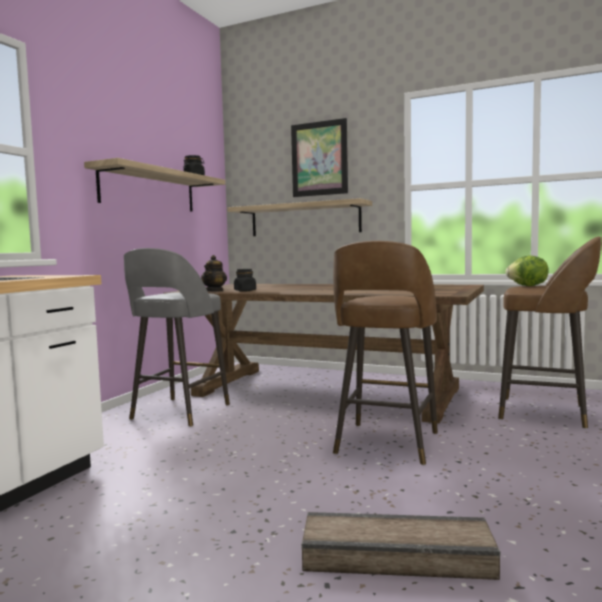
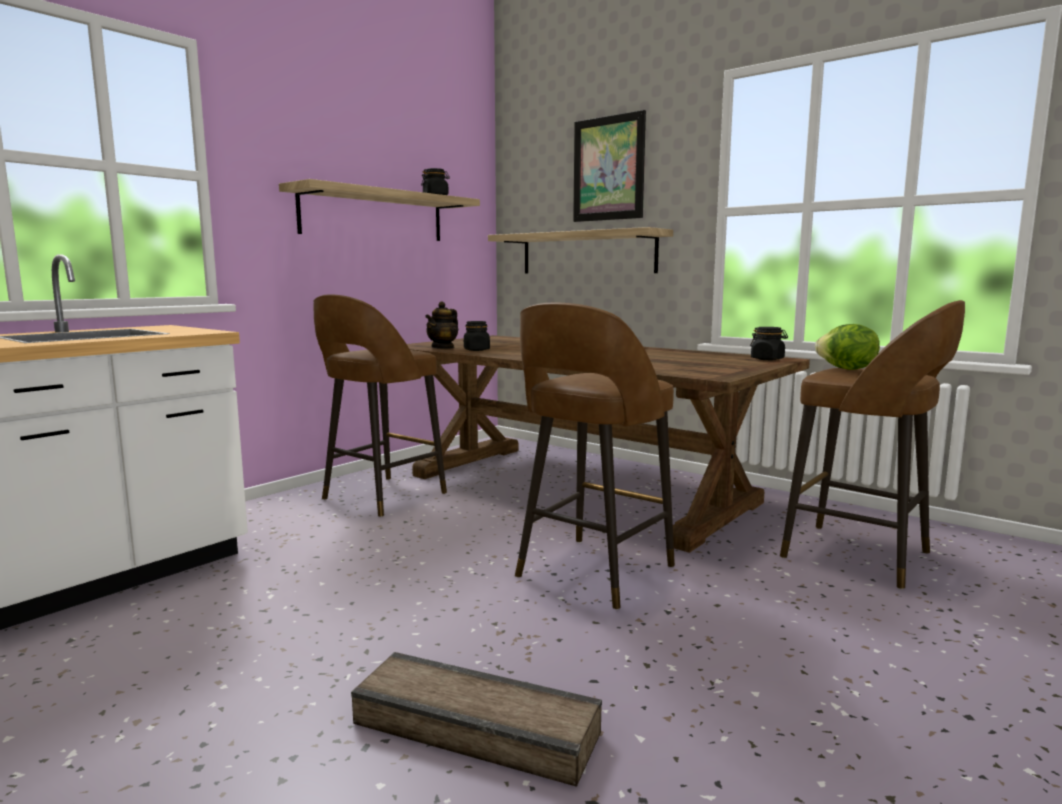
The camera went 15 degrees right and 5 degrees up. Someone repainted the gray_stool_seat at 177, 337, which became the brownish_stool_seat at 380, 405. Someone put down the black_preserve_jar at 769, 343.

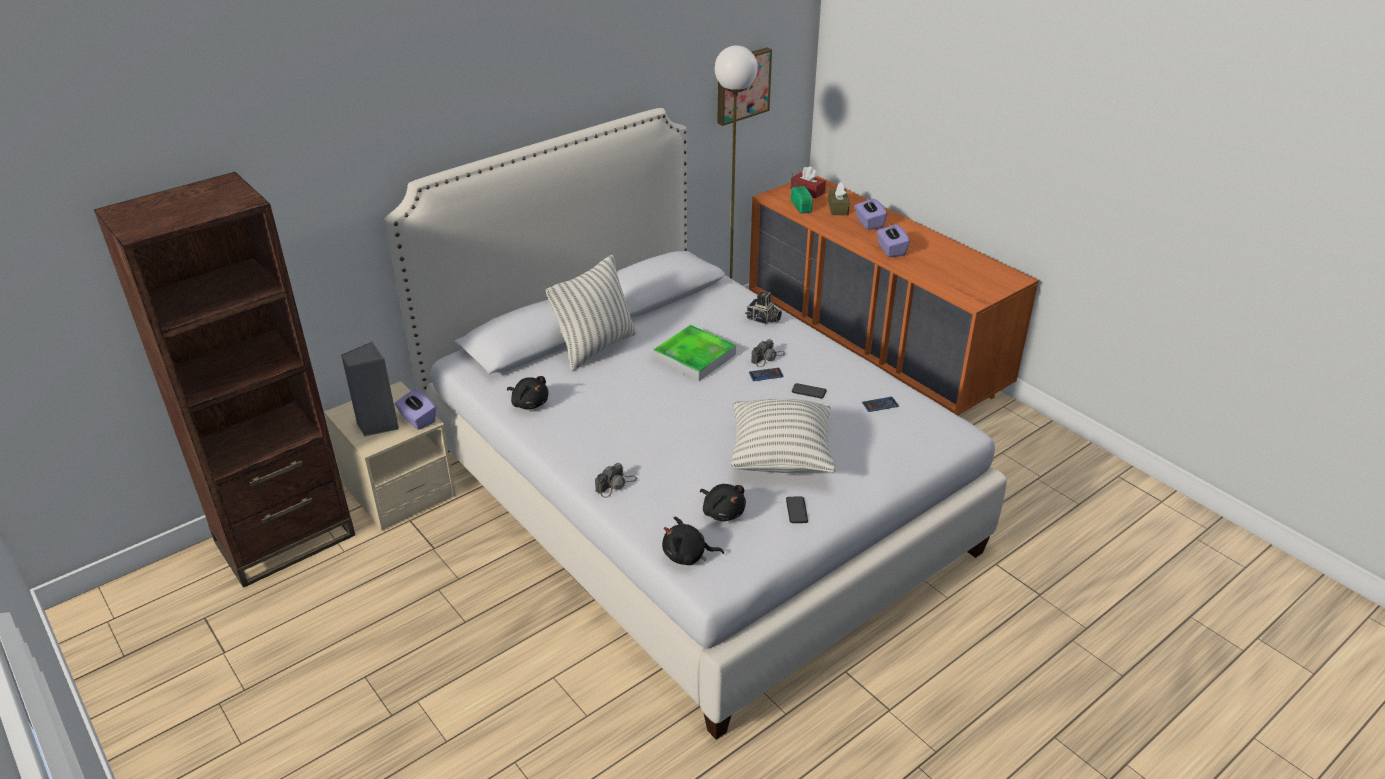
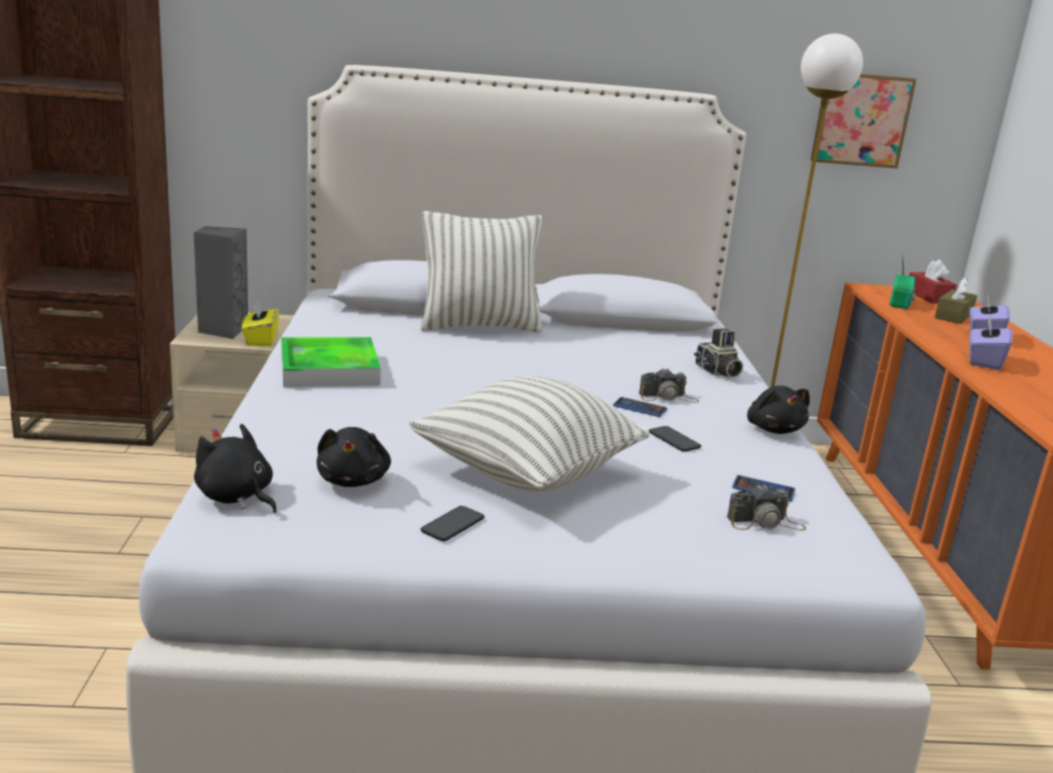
The camera went 35 degrees right and 15 degrees down. Someone repainted the purple_tissue_box at 415, 409, which became the yellow-coloured_tissue_box at 260, 323. Someone carried the tray from 694, 353 to 331, 362. Someone carried the photo_camera from 616, 480 to 767, 507. Someone carried the black_cuddly_toy from 528, 393 to 778, 410.

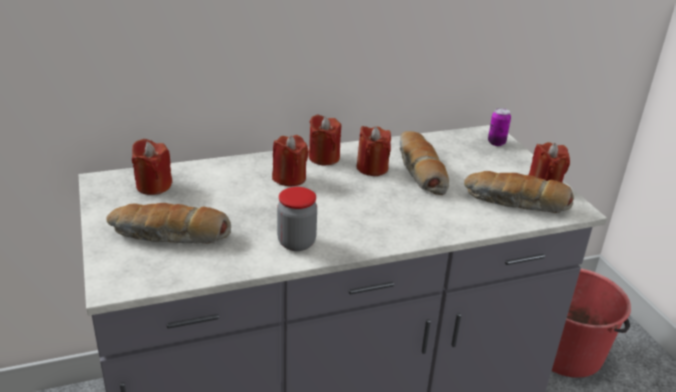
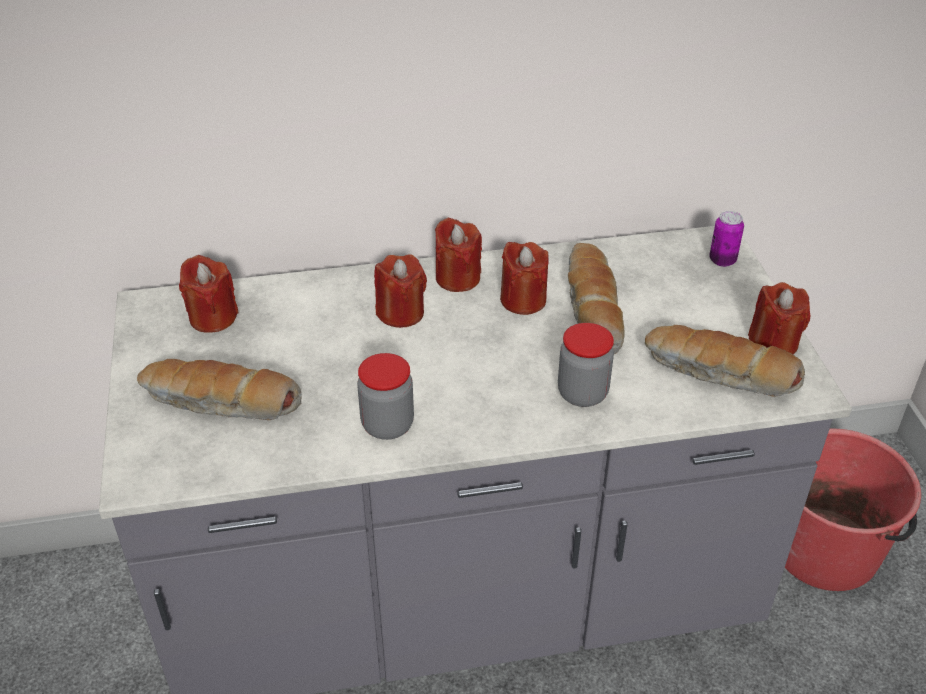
The camera went 10 degrees right and 10 degrees up. Someone put down the preserve_jar at 586, 365.

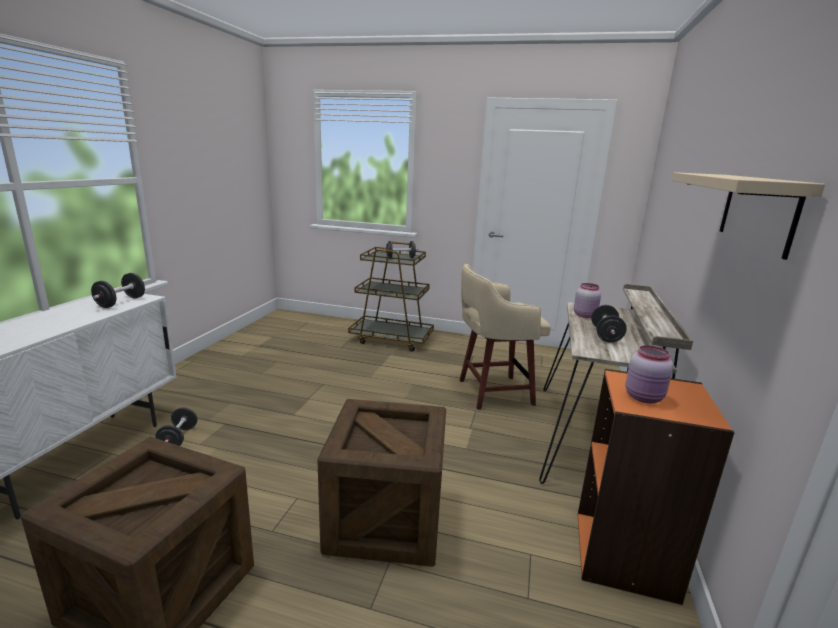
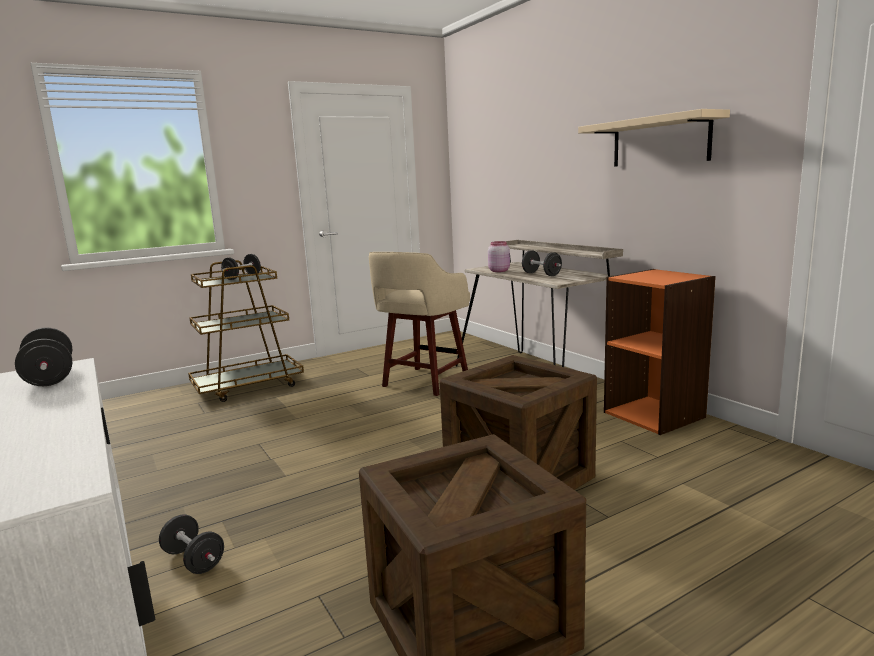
The camera went 45 degrees left and 5 degrees down. Someone took away the pinkish_preserve_jar at 649, 374.

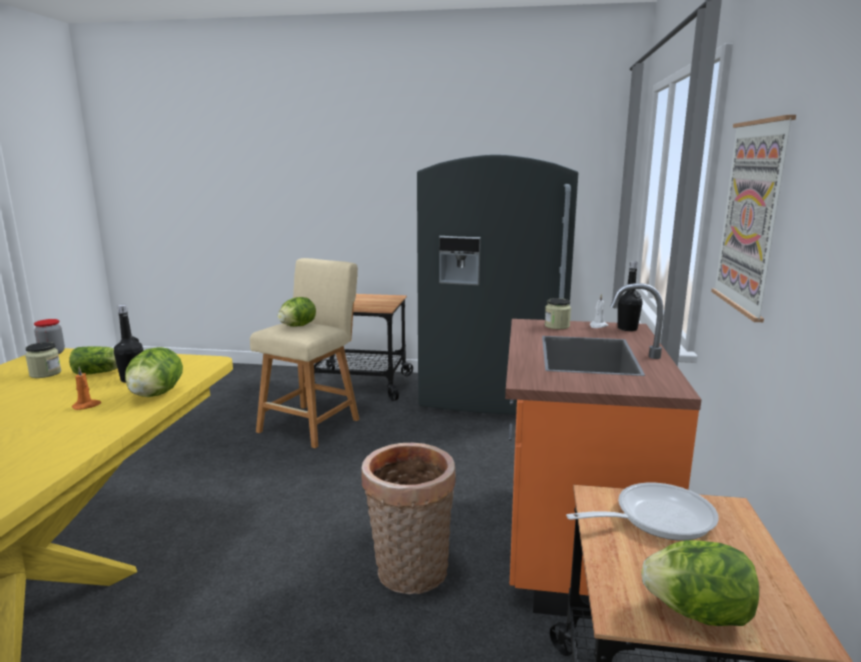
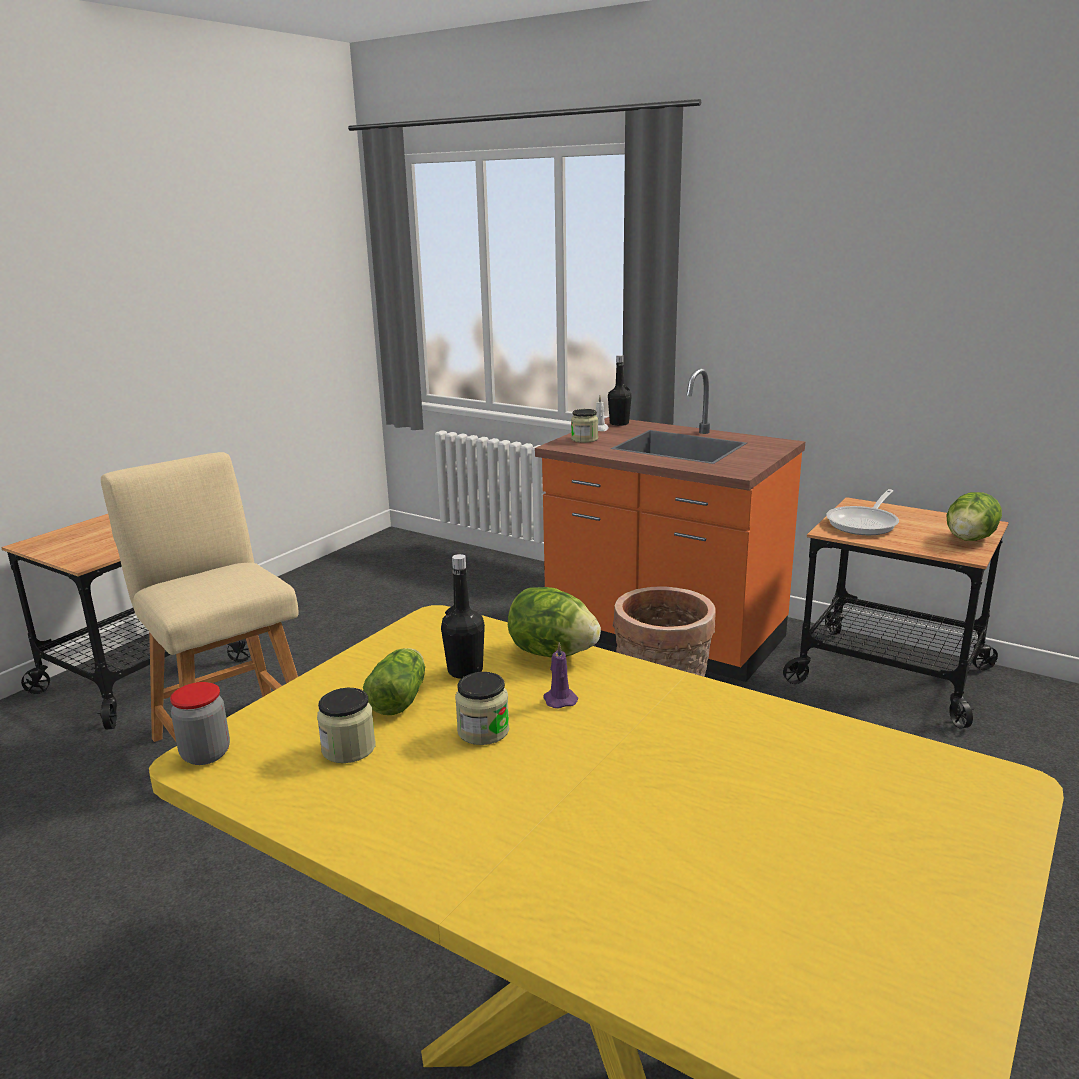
The camera went 65 degrees left and 5 degrees up. Someone put down the preserve_jar at 482, 708. Someone repainted the orange_candle at 86, 388, which became the purple_candle at 561, 675. Someone rotated the frying_pan at 642, 511 by 150 degrees counterclockwise. Someone took away the lettuce_head at 296, 312. Someone took away the gray_refrigerator at 497, 284. Someone took away the picture at 753, 218.

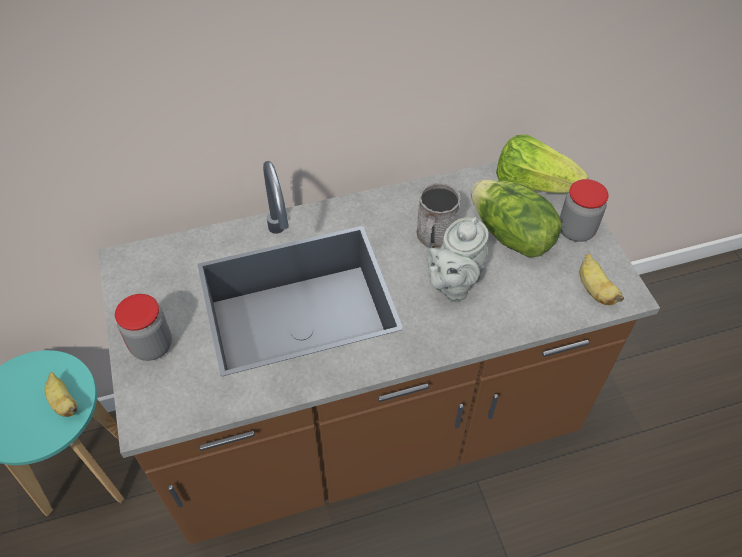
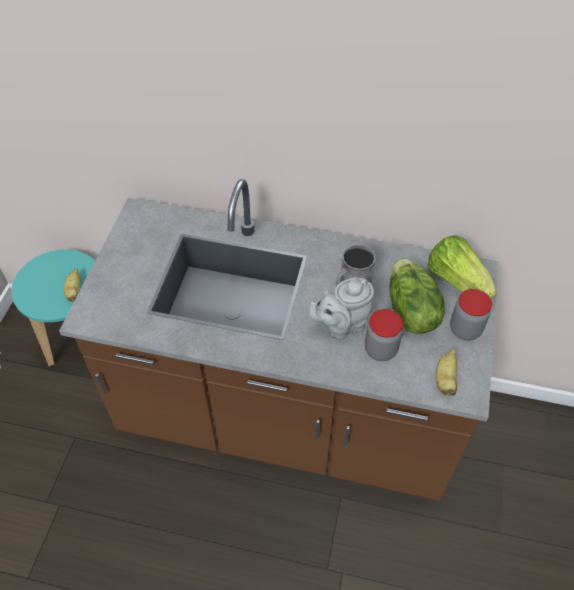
The camera went 30 degrees right and 0 degrees up. Someone carried the preserve_jar from 143, 327 to 384, 335.

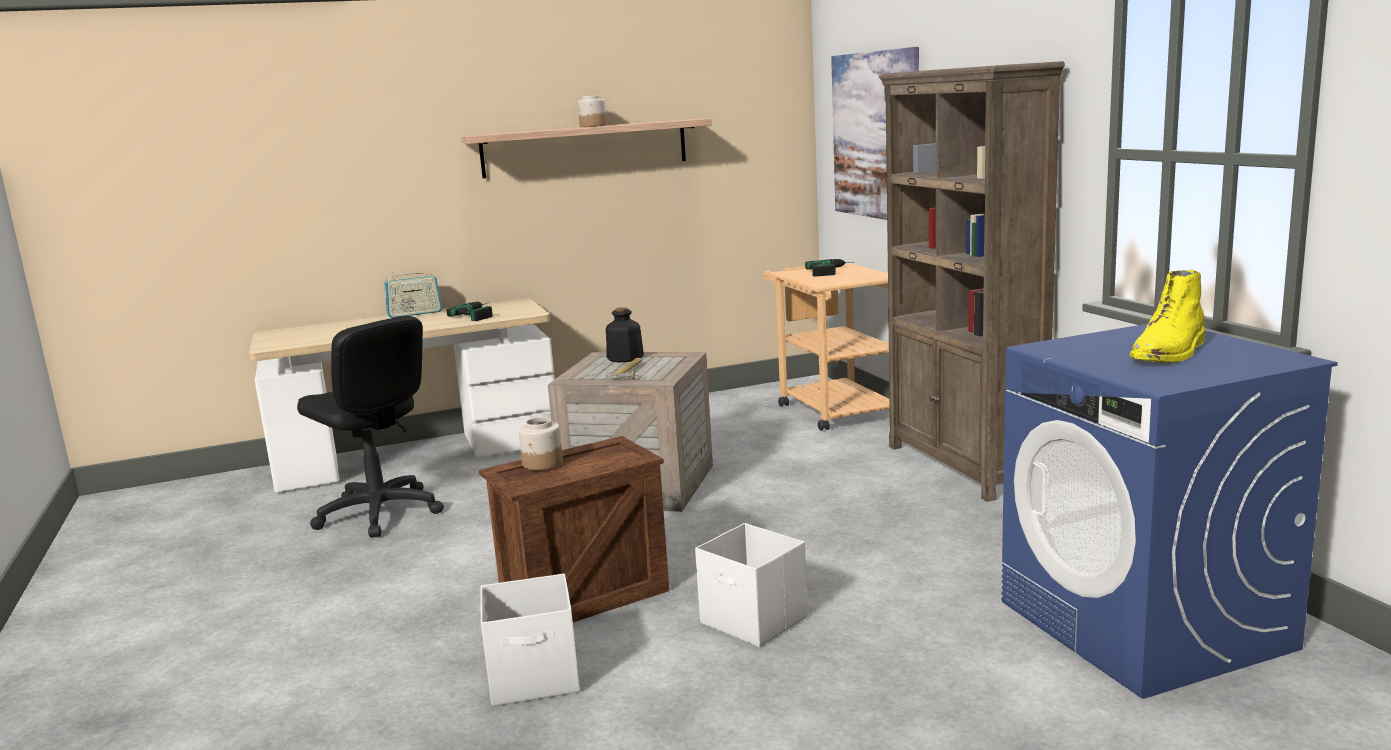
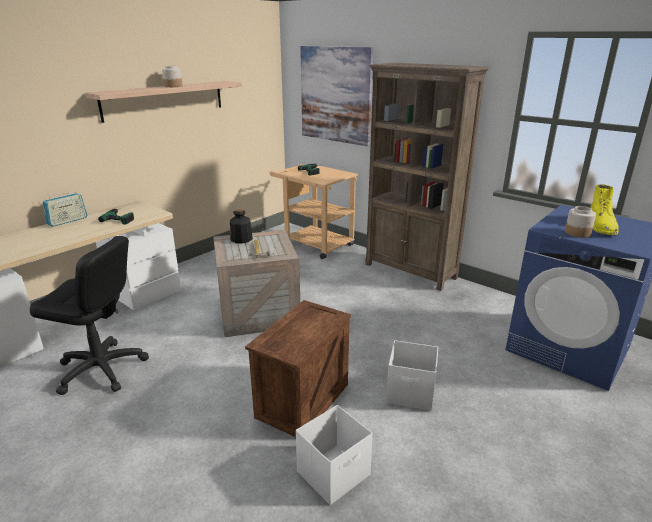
The camera went 30 degrees left and 10 degrees up. Someone carried the preserve_jar from 540, 443 to 580, 222.

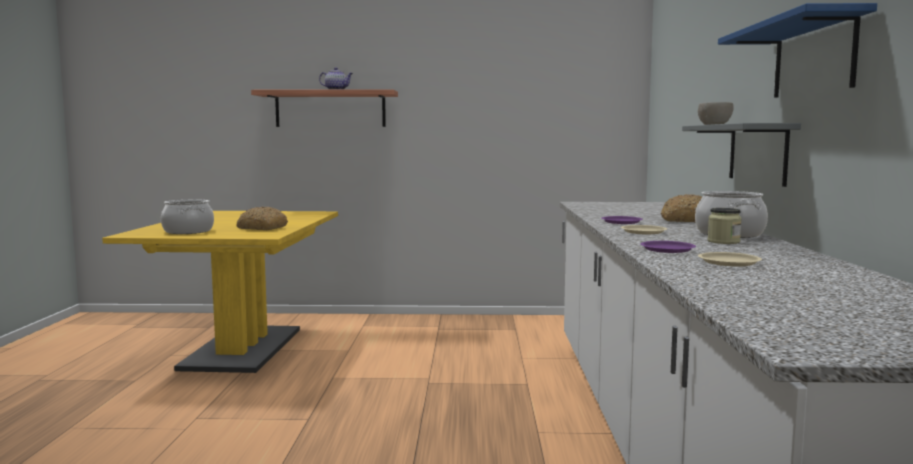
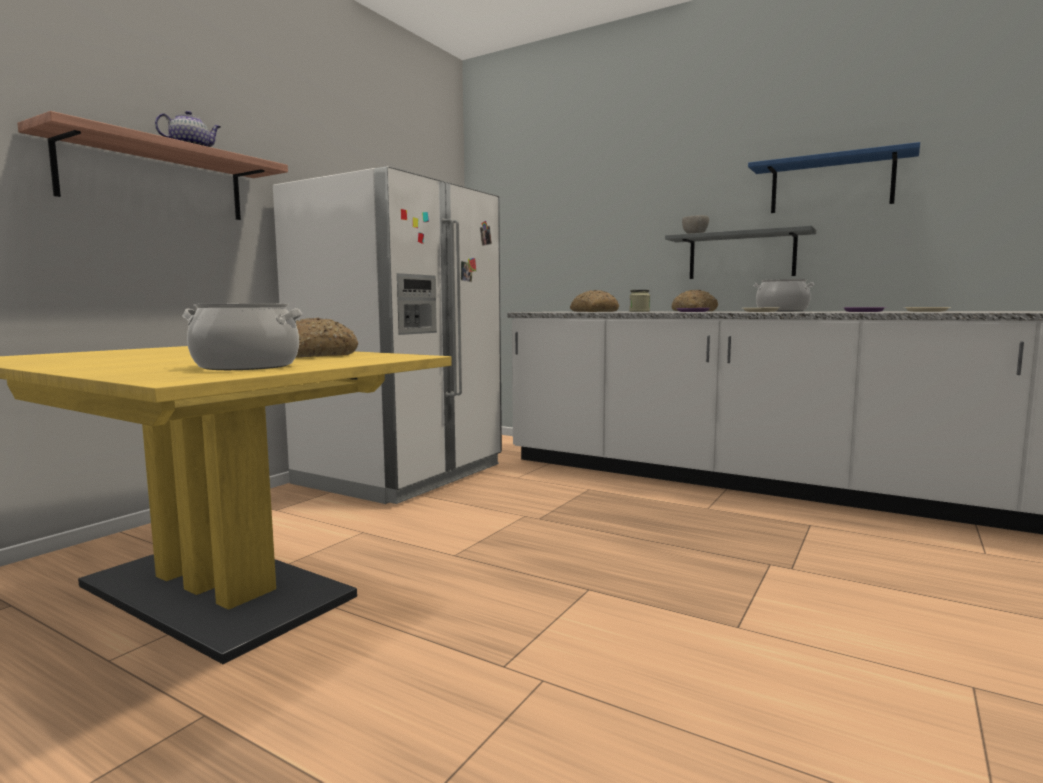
The camera went 60 degrees left and 0 degrees up. Someone put down the whitish_refrigerator at 387, 335. Someone put down the baked_bread at 594, 301. Someone carried the preserve_jar from 725, 226 to 639, 301.

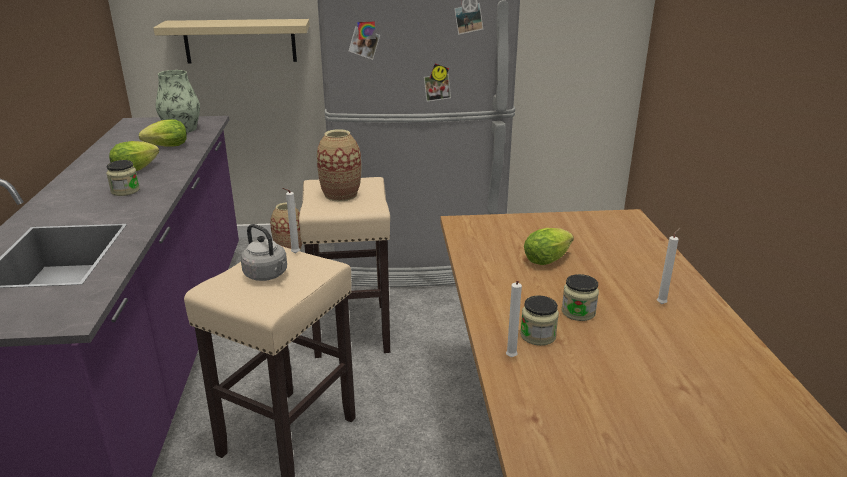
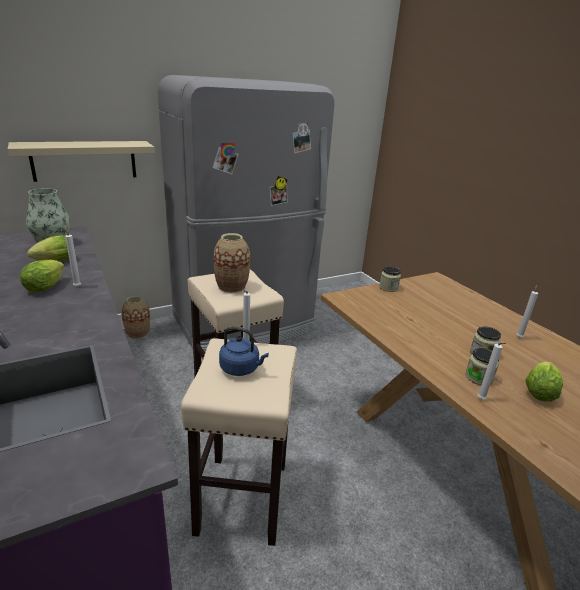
The camera went 25 degrees left and 0 degrees up. Someone put down the whitish_candle at 73, 257. Someone repainted the gray_water_kettle at 264, 252, which became the blue-coloured_water_kettle at 244, 351. Someone carried the preserve_jar from 123, 178 to 390, 279. Someone carried the lettuce_head from 549, 246 to 544, 382.

